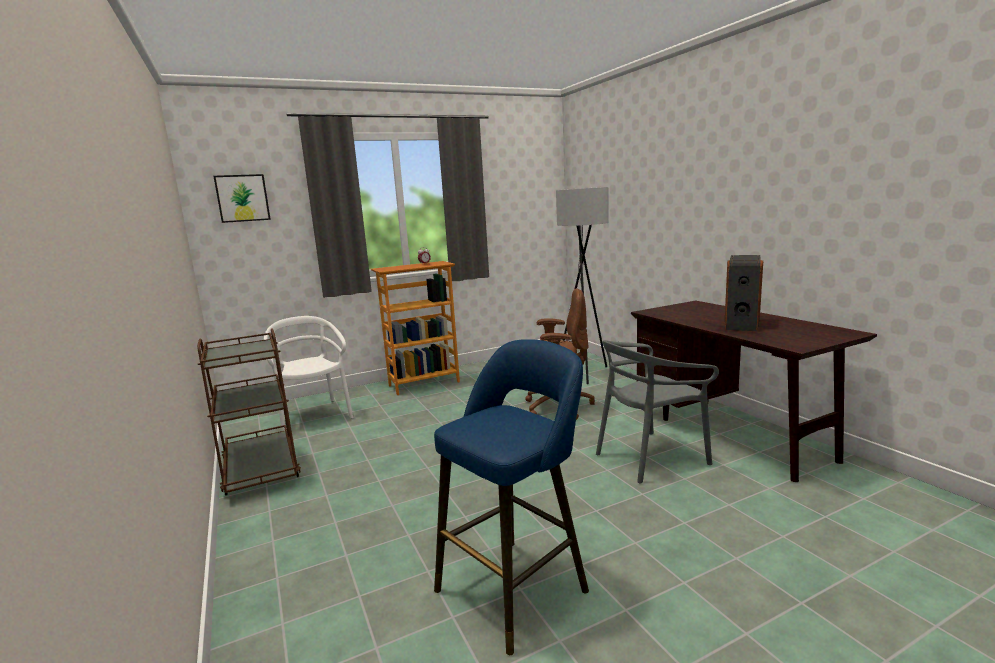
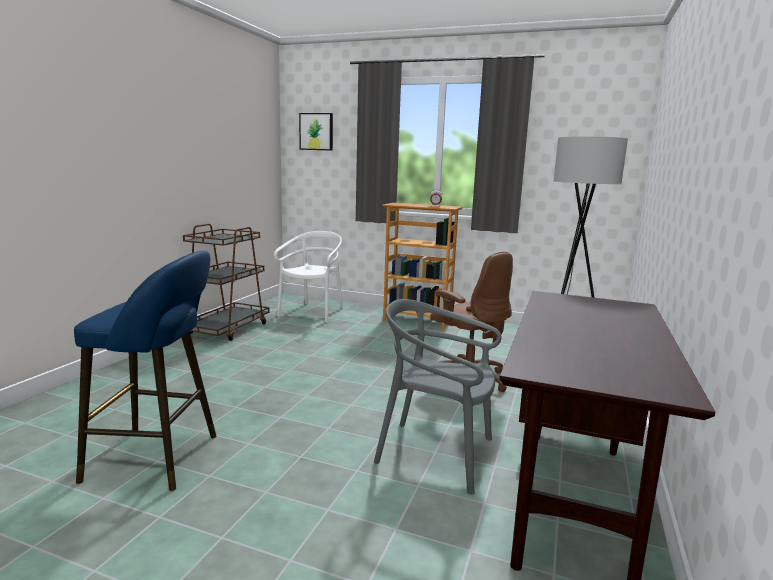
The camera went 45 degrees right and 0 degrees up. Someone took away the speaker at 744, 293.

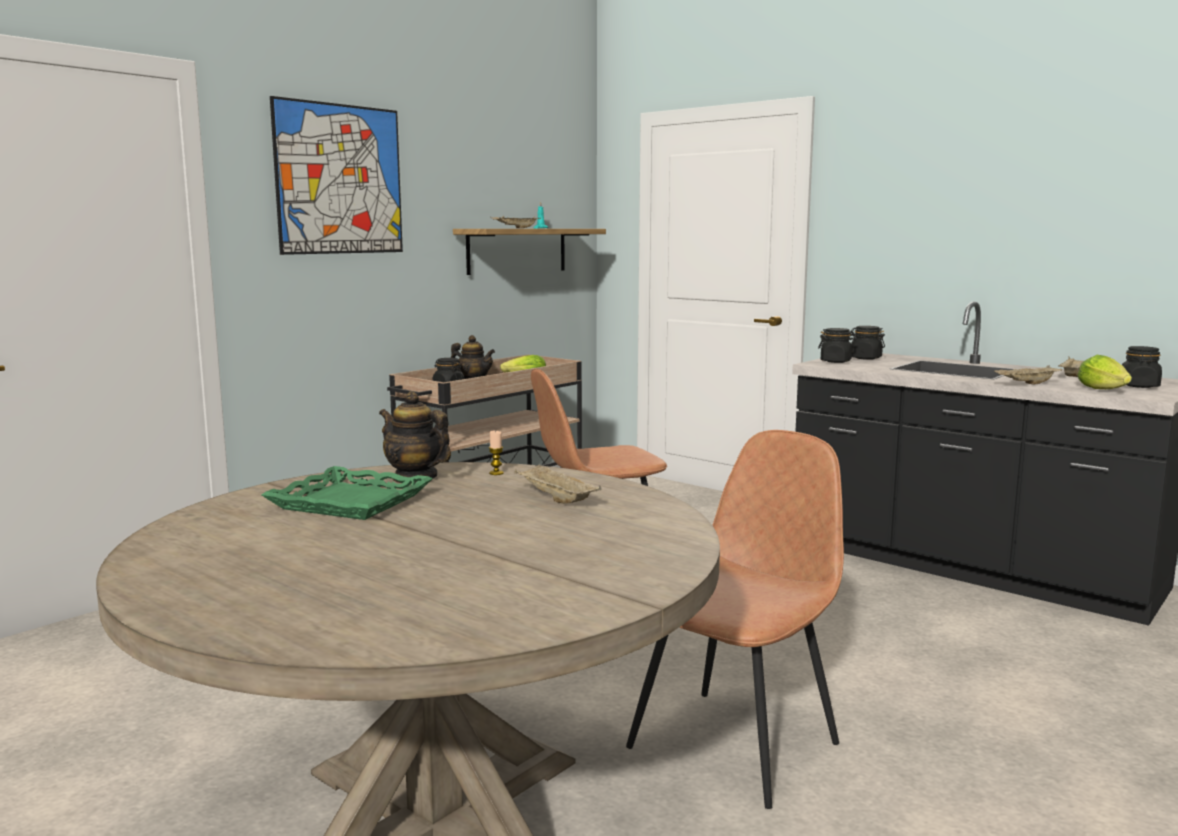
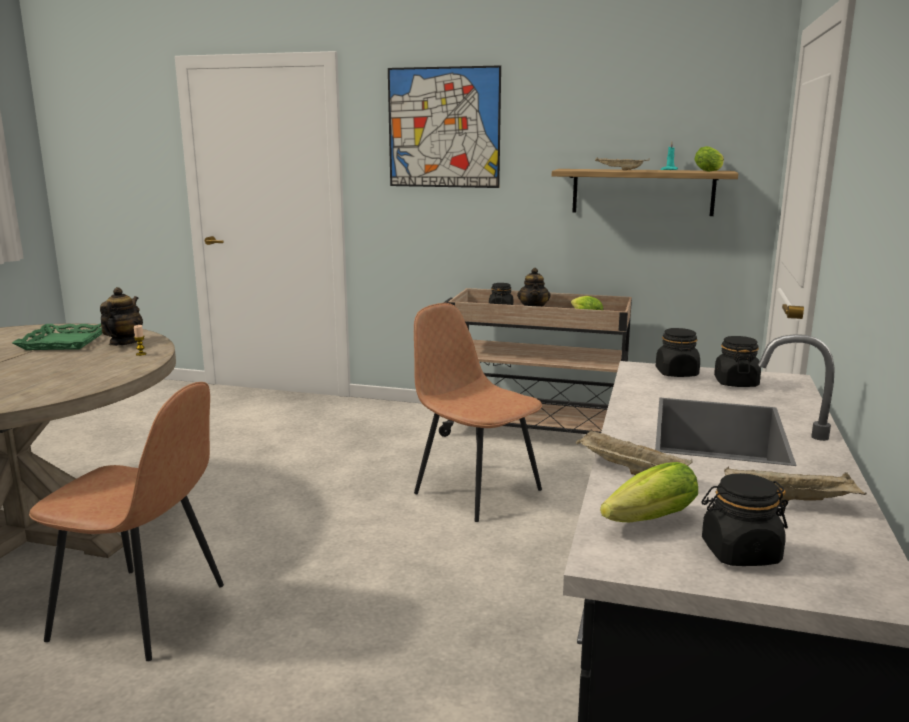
The camera went 65 degrees right and 5 degrees up. Someone put down the lettuce_head at 709, 159. Someone took away the sand-coloured_tray at 558, 483.

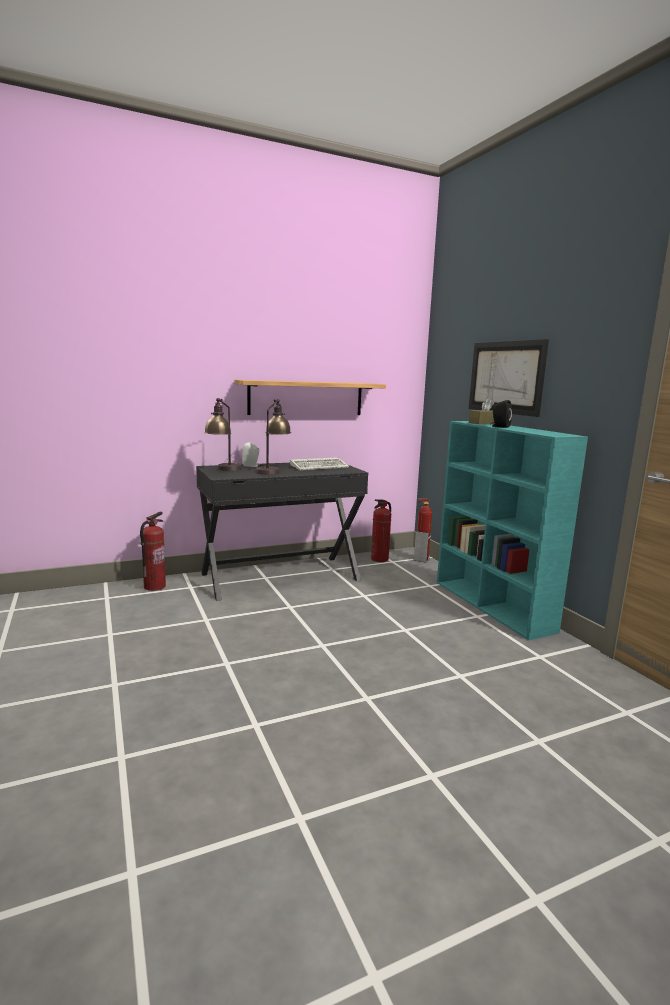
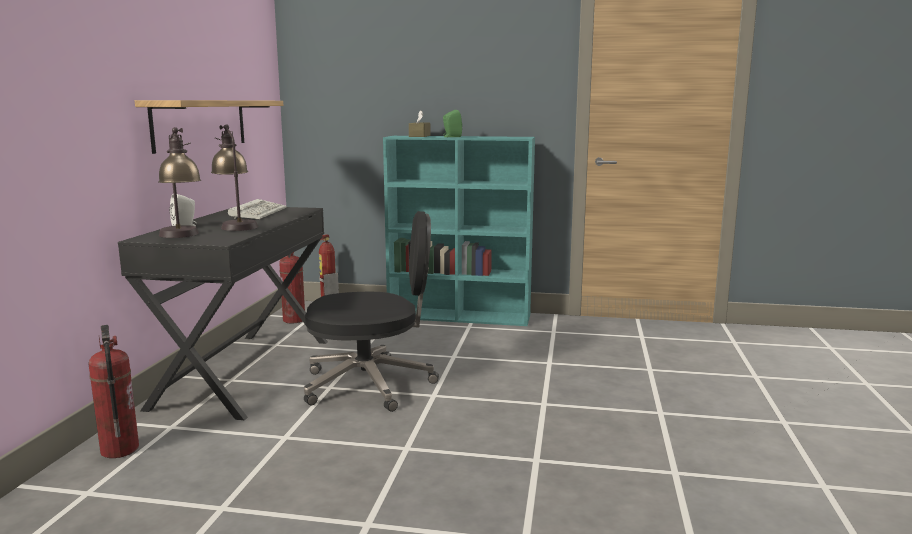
The camera went 55 degrees left and 0 degrees up. Someone put down the black_office_chair at 371, 311. Someone repainted the black_speaker at 501, 414, which became the greenish_speaker at 452, 123. Someone took away the picture at 509, 378.

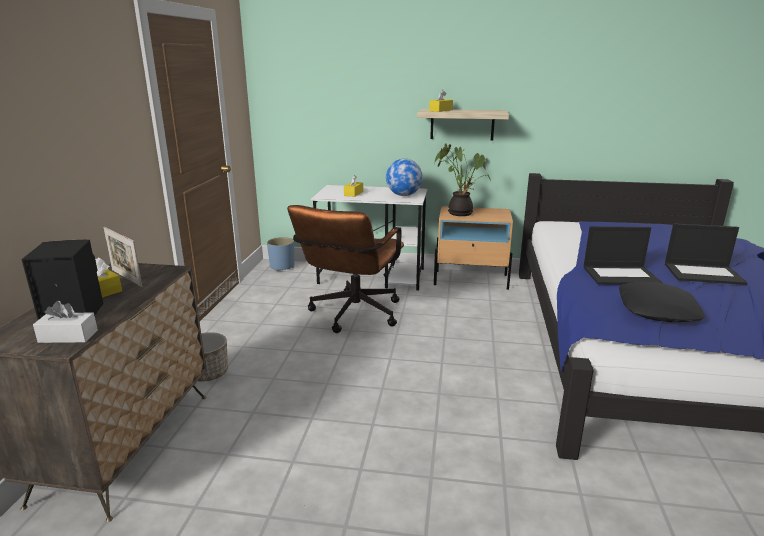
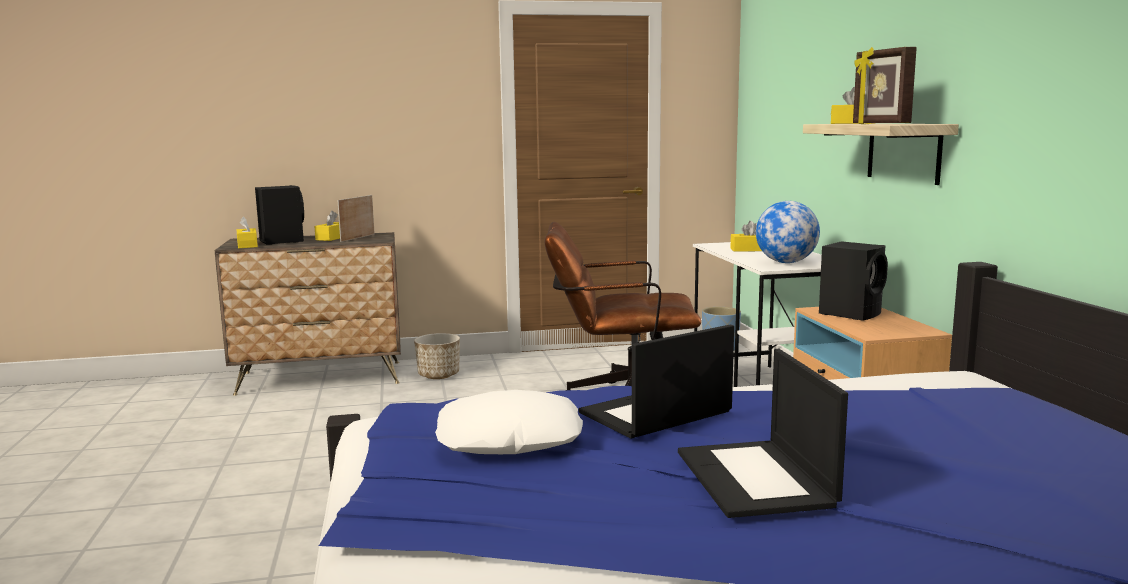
The camera went 70 degrees right and 10 degrees down. Someone repainted the whitish_tissue_box at 65, 322, which became the yellow-coloured_tissue_box at 247, 232. Someone repainted the black_throw_pillow at 662, 302, which became the whitish_throw_pillow at 509, 422. Someone rotated the notebook_computer at 623, 255 by 75 degrees clockwise. Someone swapped the potted_plant at 463, 179 for the black_speaker at 853, 281. Someone put down the picture_frame at 885, 85.

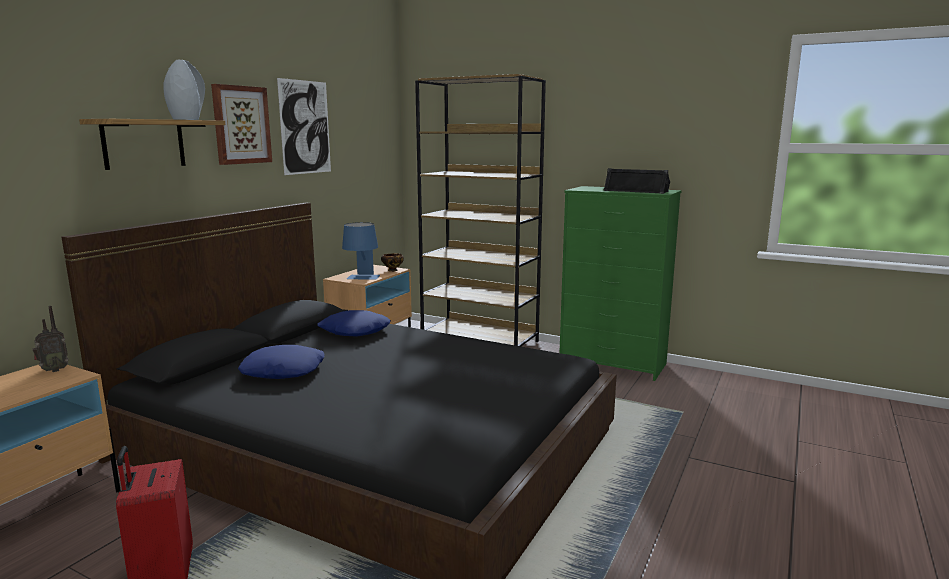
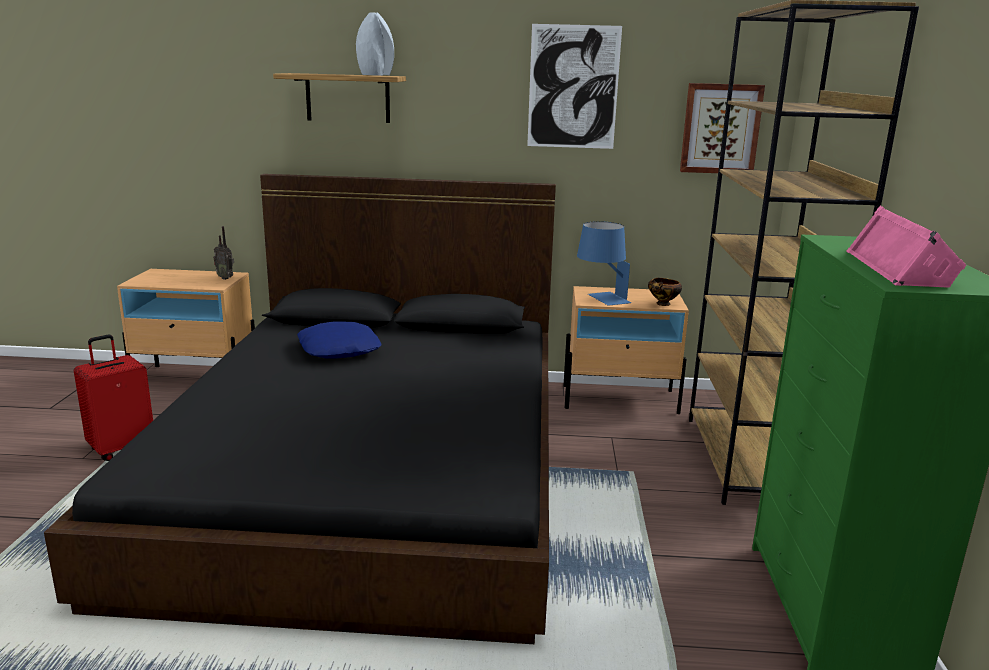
The camera went 65 degrees right and 5 degrees up. Someone carried the picture from 241, 124 to 722, 128. Someone repainted the black_speaker at 636, 181, which became the pinkish_speaker at 906, 247. Someone took away the blue-coloured_throw_pillow at 354, 323.

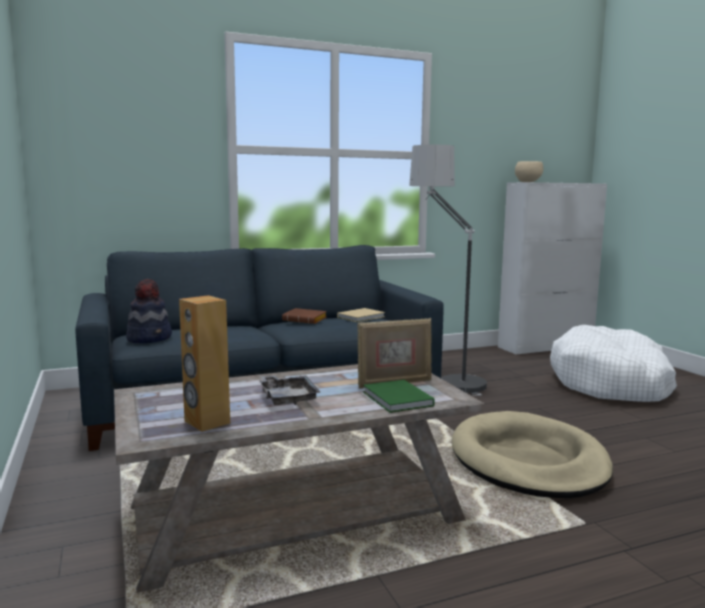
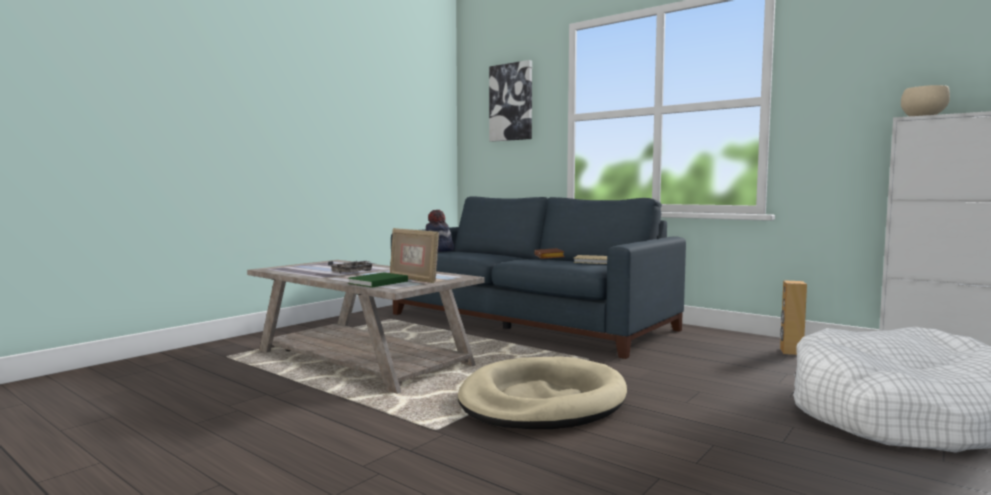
The camera went 60 degrees right and 5 degrees down. Someone put up the picture at 510, 101. Someone carried the brownish_speaker from 204, 363 to 793, 317. Someone took away the floor_lamp at 448, 270.

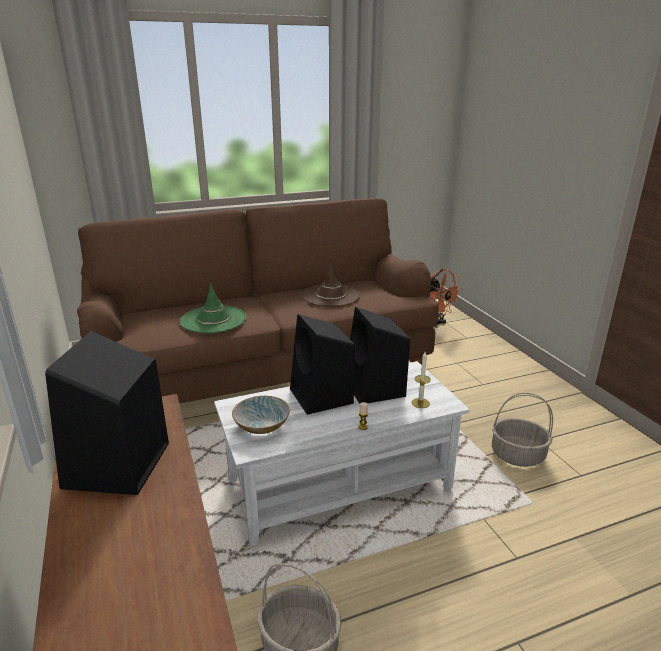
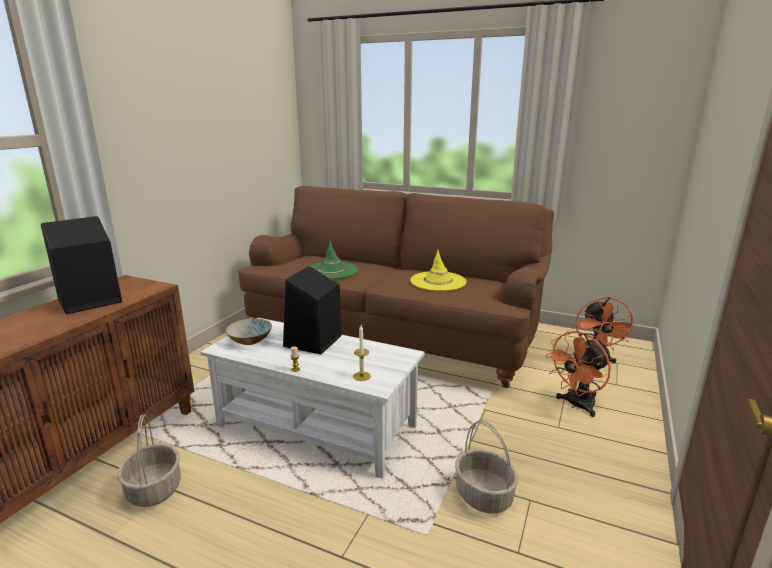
The camera went 45 degrees right and 5 degrees down. Someone repainted the brownish_wearable_hat at 331, 285, which became the yellow-coloured_wearable_hat at 438, 270. Someone put down the orange_fan at 578, 374. Someone took away the black_speaker at 380, 355.

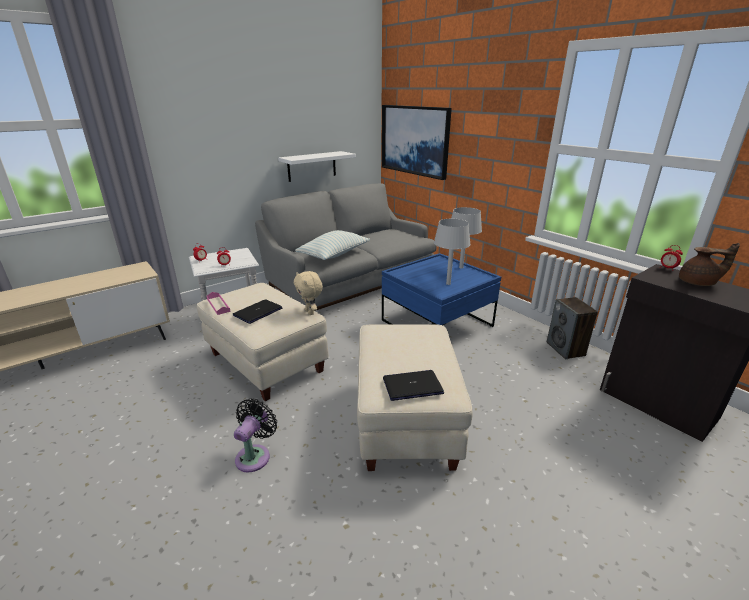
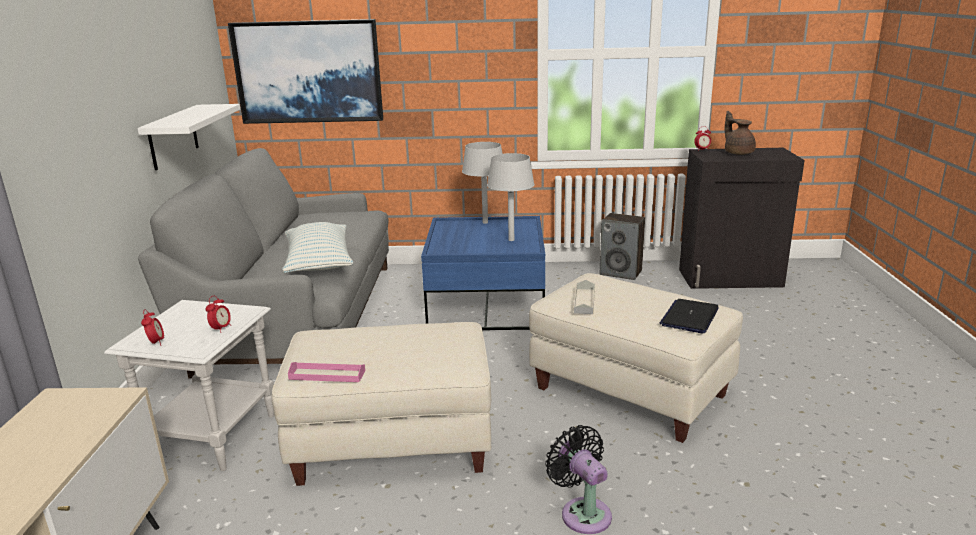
The camera went 50 degrees left and 5 degrees down. Someone put down the gray_tray at 584, 297. Someone rotated the brownish_tea_pot at 709, 264 by 75 degrees counterclockwise. Someone took away the notebook_computer at 257, 311. Someone took away the sand-coloured_cuddly_toy at 308, 293.

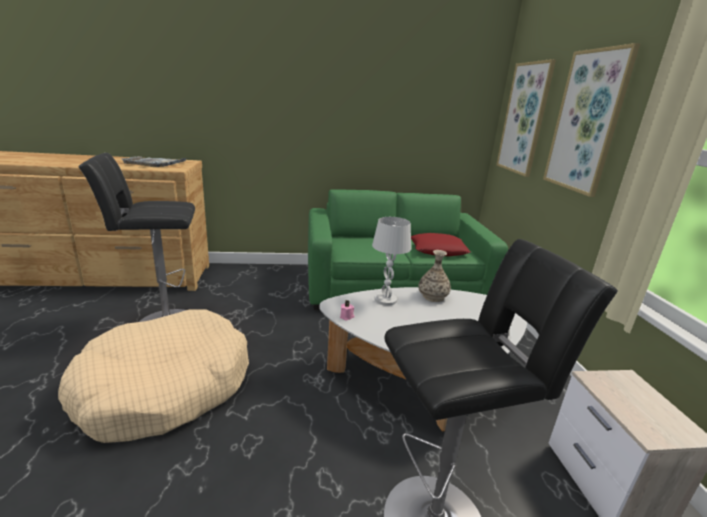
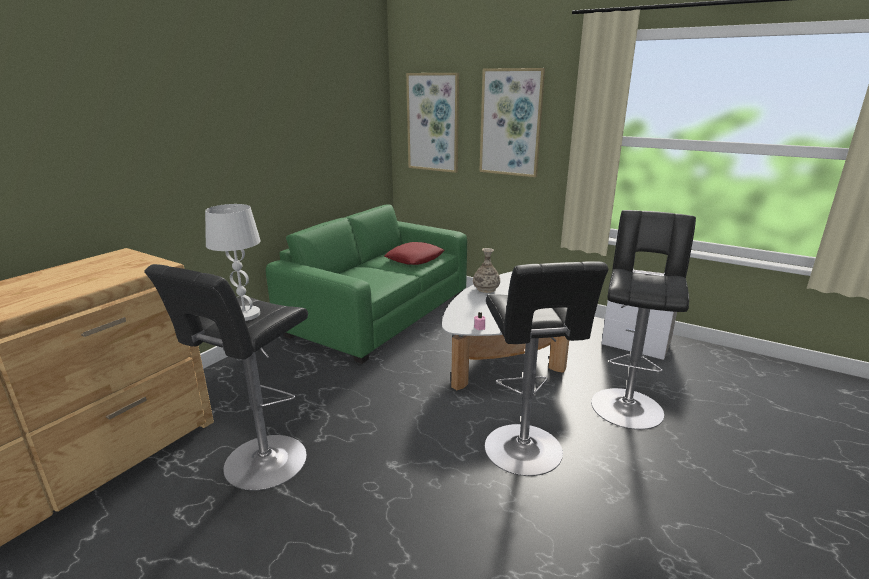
The camera went 50 degrees left and 0 degrees up. Someone carried the whitish_lamp_for_a_table from 391, 261 to 233, 262. Someone put down the black_stool_seat at 546, 368. Someone took away the sand-coloured_pet_bed at 153, 376. Someone took away the gray_tray at 154, 161.

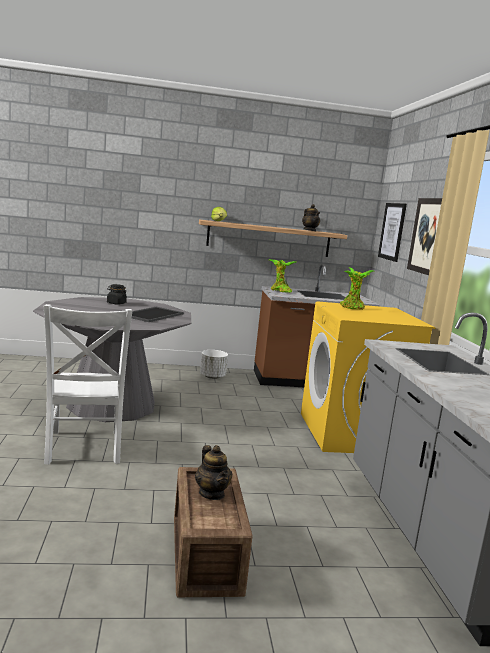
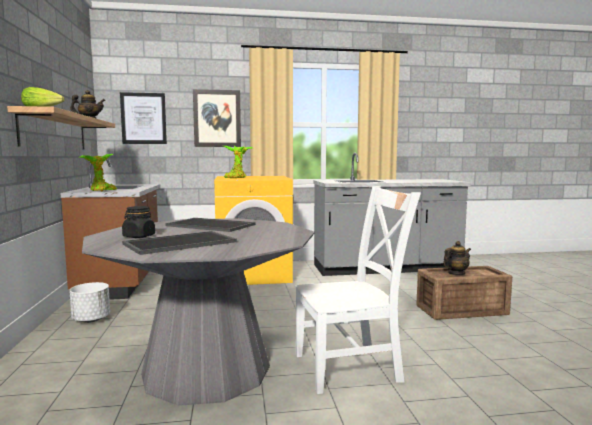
The camera went 90 degrees left and 5 degrees down. Someone put down the tray at 179, 243.

